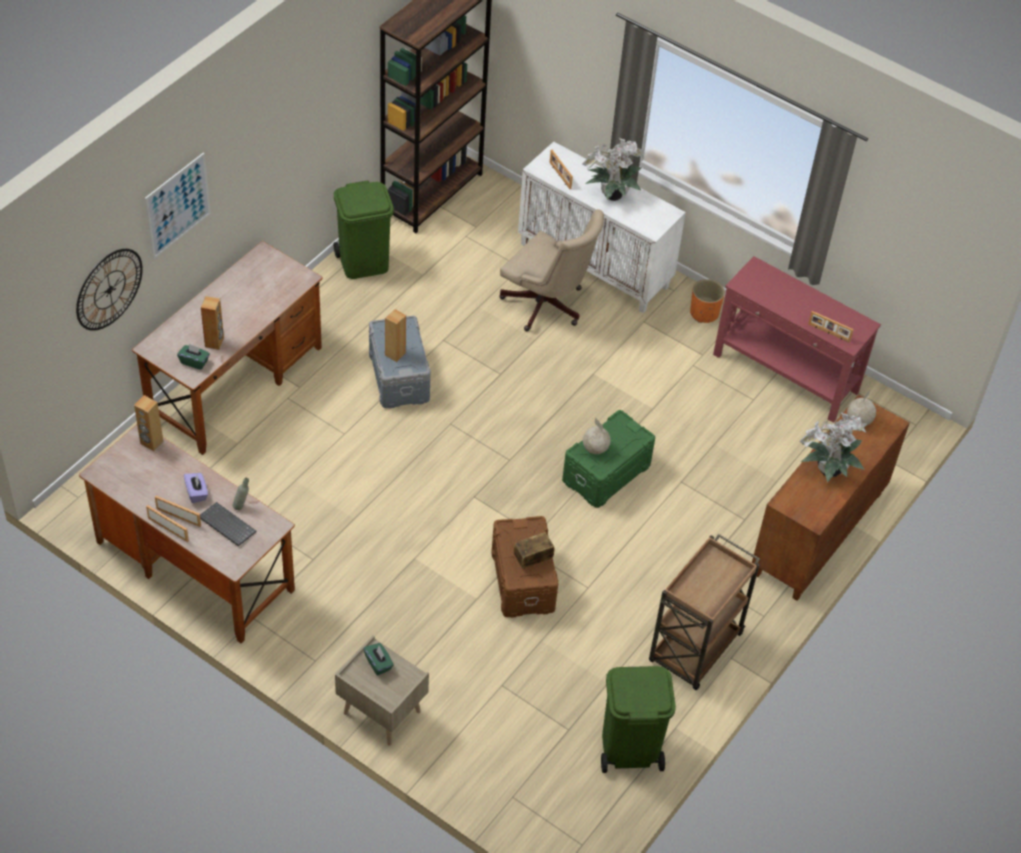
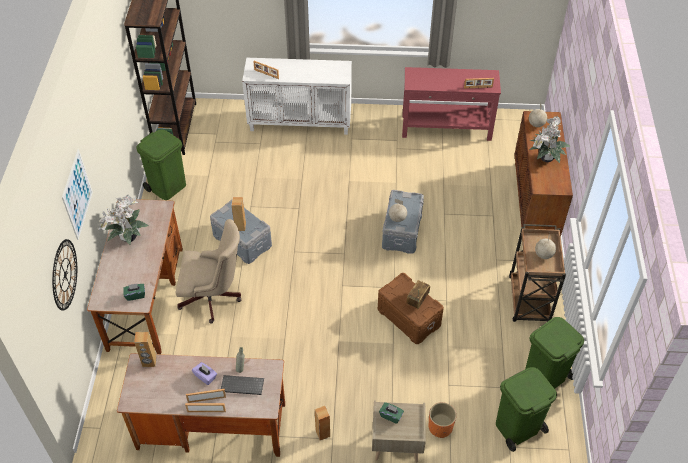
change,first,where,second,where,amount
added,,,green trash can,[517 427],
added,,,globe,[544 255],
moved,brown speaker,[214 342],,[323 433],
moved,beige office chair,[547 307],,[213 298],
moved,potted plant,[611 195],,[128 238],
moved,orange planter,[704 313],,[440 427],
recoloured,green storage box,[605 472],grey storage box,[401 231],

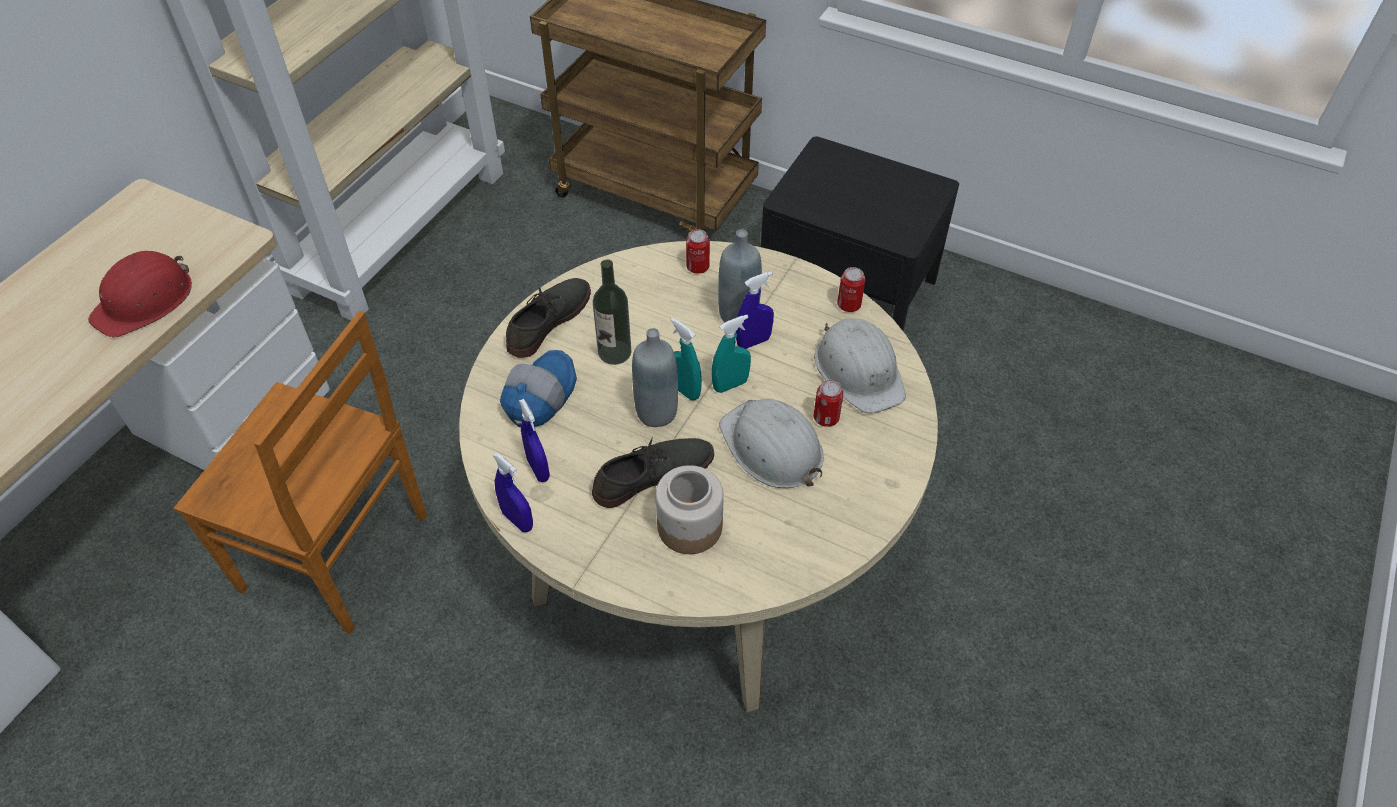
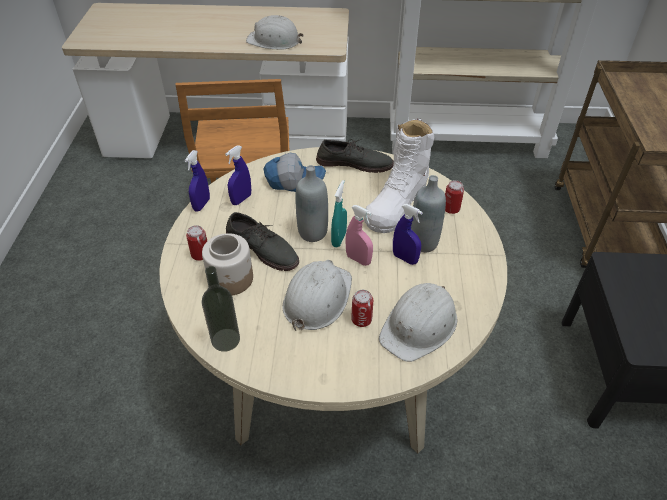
change,first,where,second,where,amount
added,,,white boot,[397 202],
moved,bottle,[614 352],,[225 340],
moved,can,[849 305],,[200 255],
recoloured,red hard hat,[145 301],white hard hat,[274 41],
recoloured,turquoise spray bottle,[730 385],pink spray bottle,[358 259],

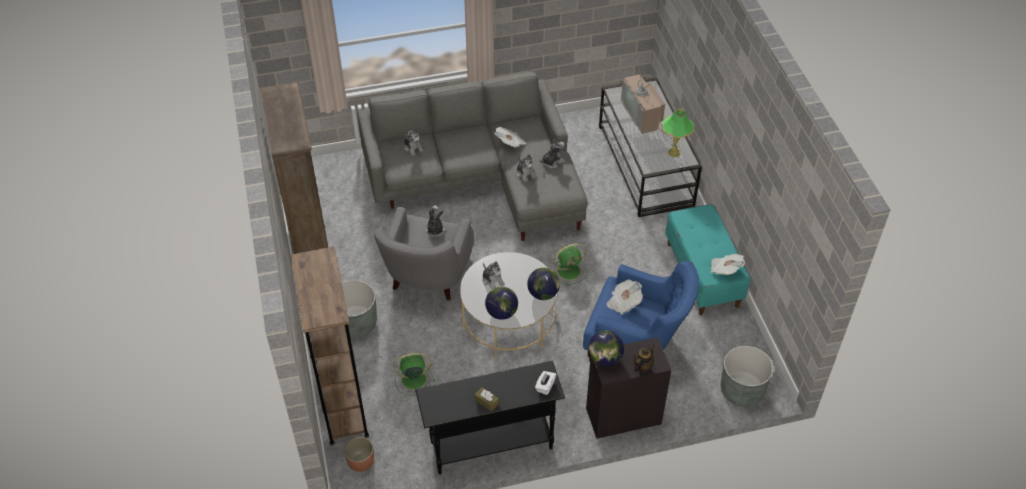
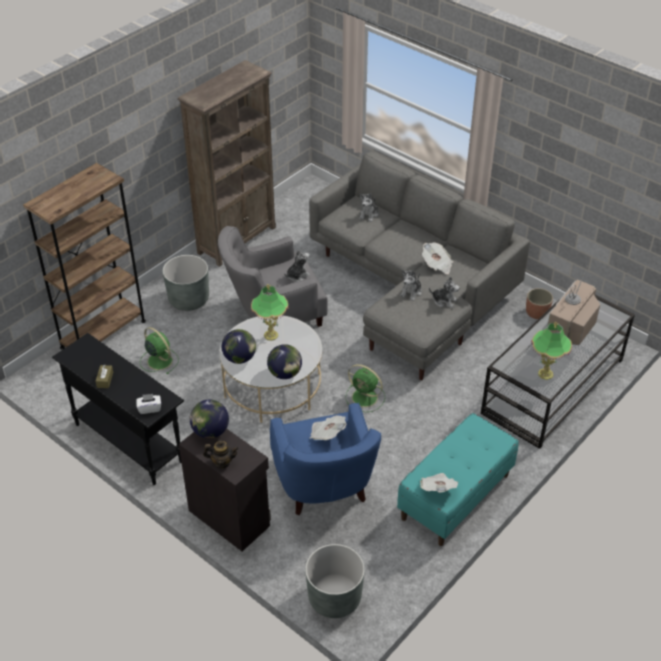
change,first,where,second,where,amount
moved,planter,[361 462],,[537 313],
replaced,plush toy,[492 280],table lamp,[271 335],

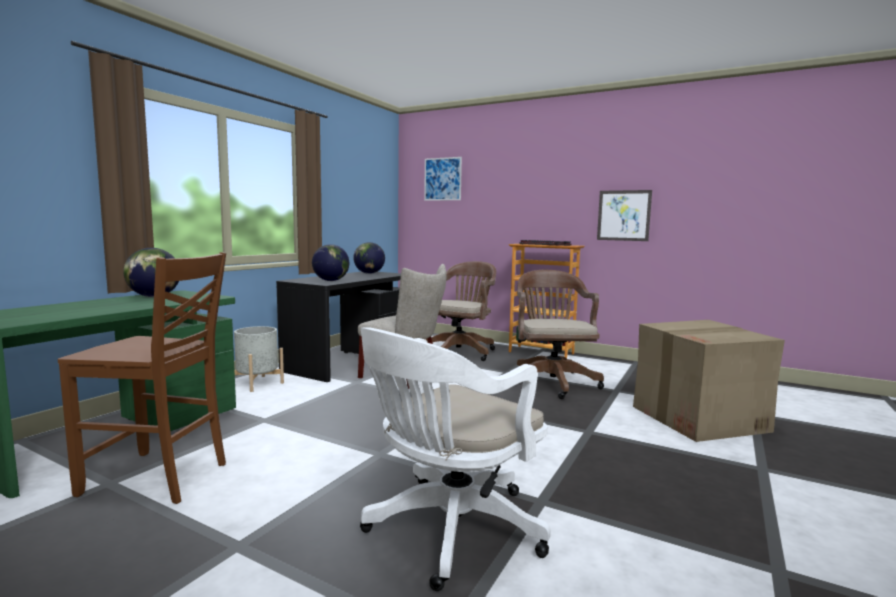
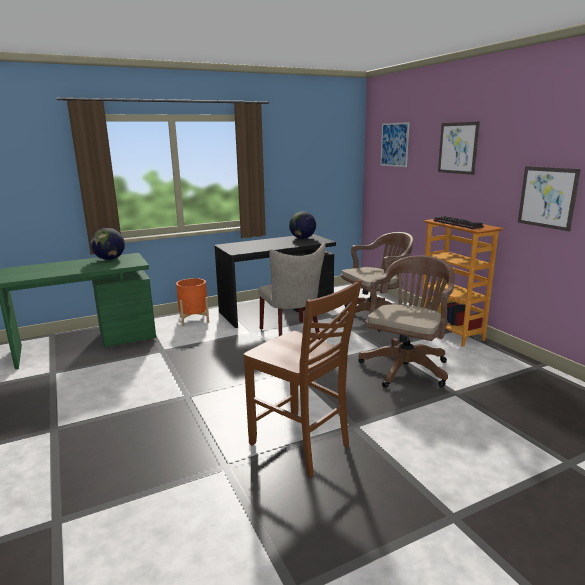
change,first,where,second,where,amount
removed,globe,[331 281],,,
removed,white office chair,[448 531],,,
removed,cardboard box,[699 418],,,
added,,,picture,[458 148],
moved,brown chair,[158 478],,[301 445],
recoloured,grey planter,[257 383],orange planter,[194 319],

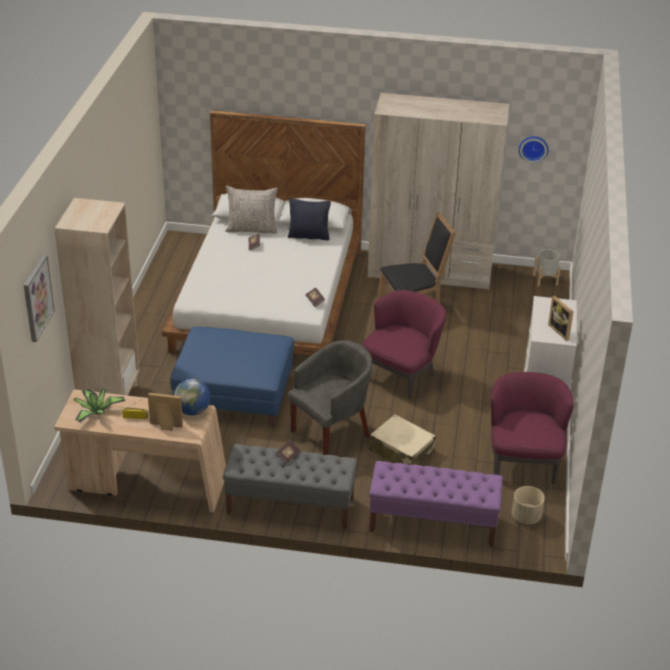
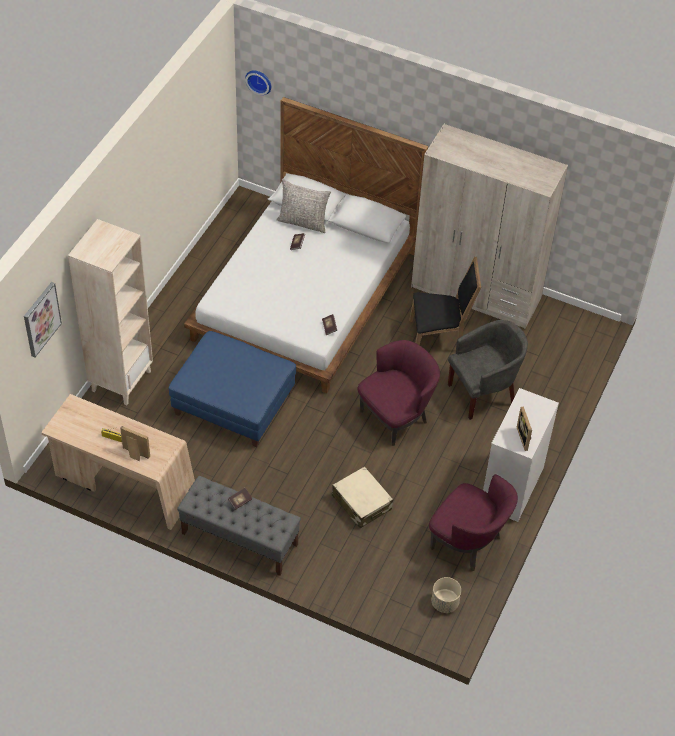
change,first,where,second,where,amount
removed,potted plant,[96 412],,,
removed,globe,[193 411],,,
removed,black pillow,[309 236],,,
removed,purple bench,[432 523],,,
removed,grey planter,[545 280],,,
moved,grey armchair,[332 431],,[483 393],
moved,wall clock,[533 148],,[259 81],
turned,purple armchair,[523 463],,[468 543],105 degrees clockwise

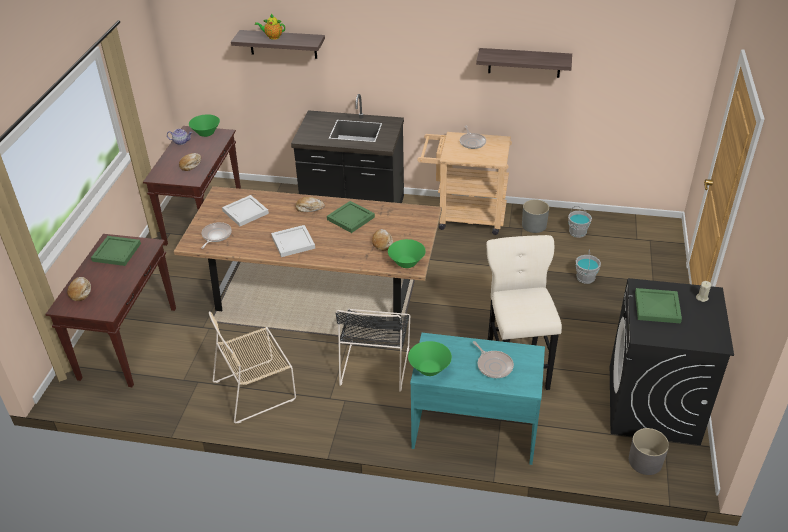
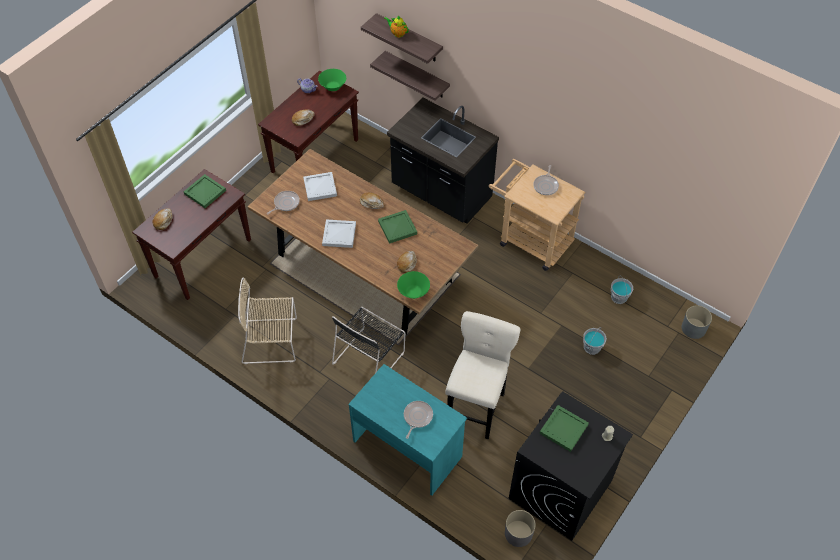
change,first,where,second,where,amount
removed,green bowl,[429 369],,,
moved,shelf,[524 62],,[417 75],
moved,grey planter,[534 225],,[693 328],
turned,frying pan,[493 365],,[417 417],150 degrees counterclockwise

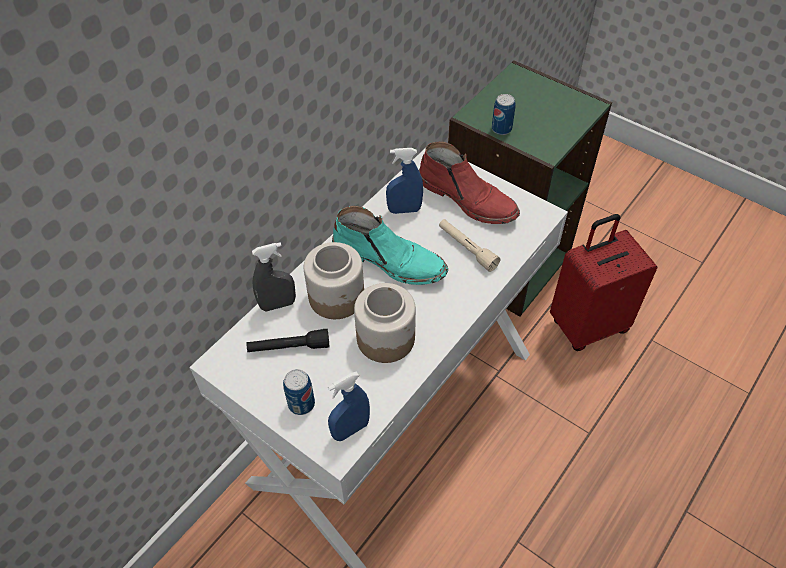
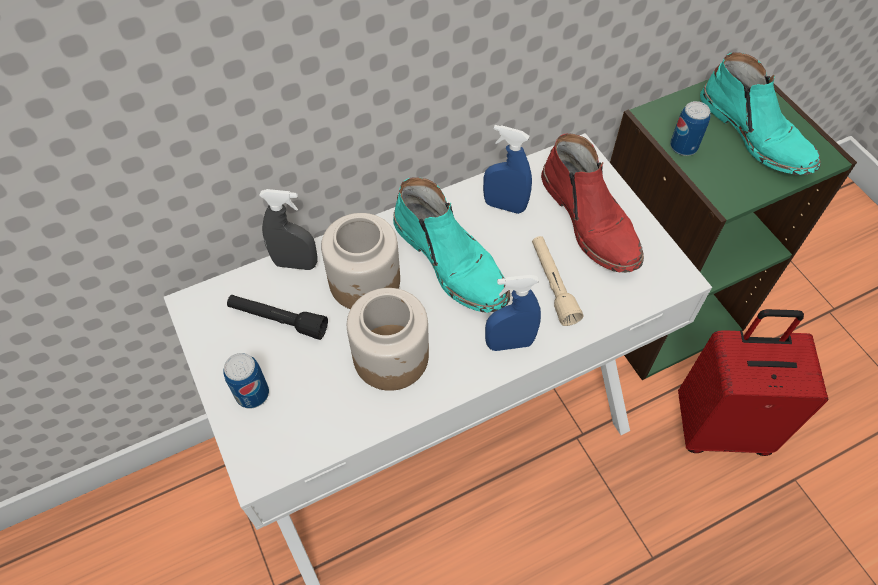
change,first,where,second,where,amount
added,,,turquoise boot,[756 134],
moved,blue spray bottle,[350 429],,[509 343],

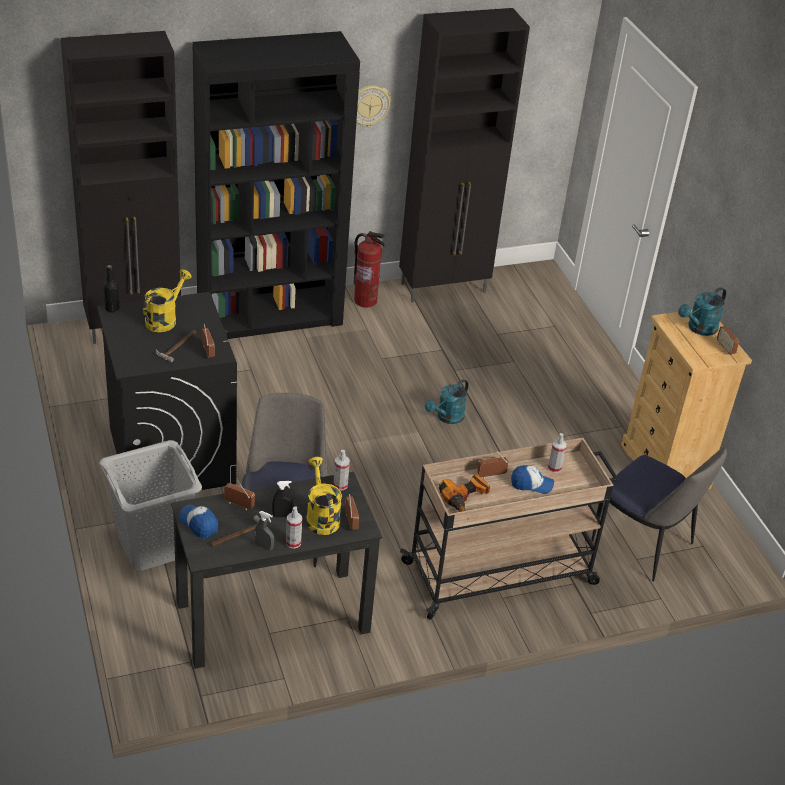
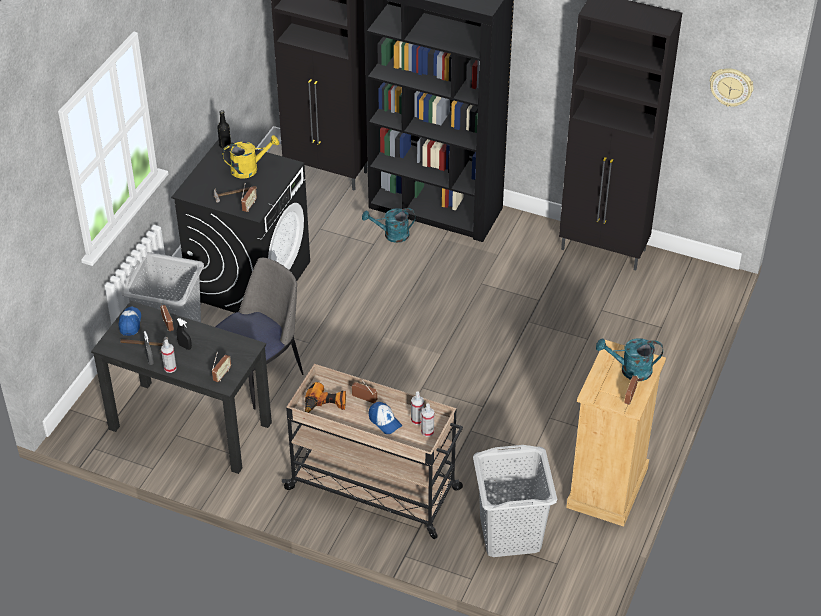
change,first,where,second,where,amount
removed,yellow watering can,[321 516],,,
removed,fire extinguisher,[365 301],,,
moved,spray bottle,[340 485],,[427 432],
moved,wall clock,[369 105],,[731 86],
moved,turquoise watering can,[447 418],,[391 235],
replaced,chair,[644 545],grey laundry basket,[510 534],

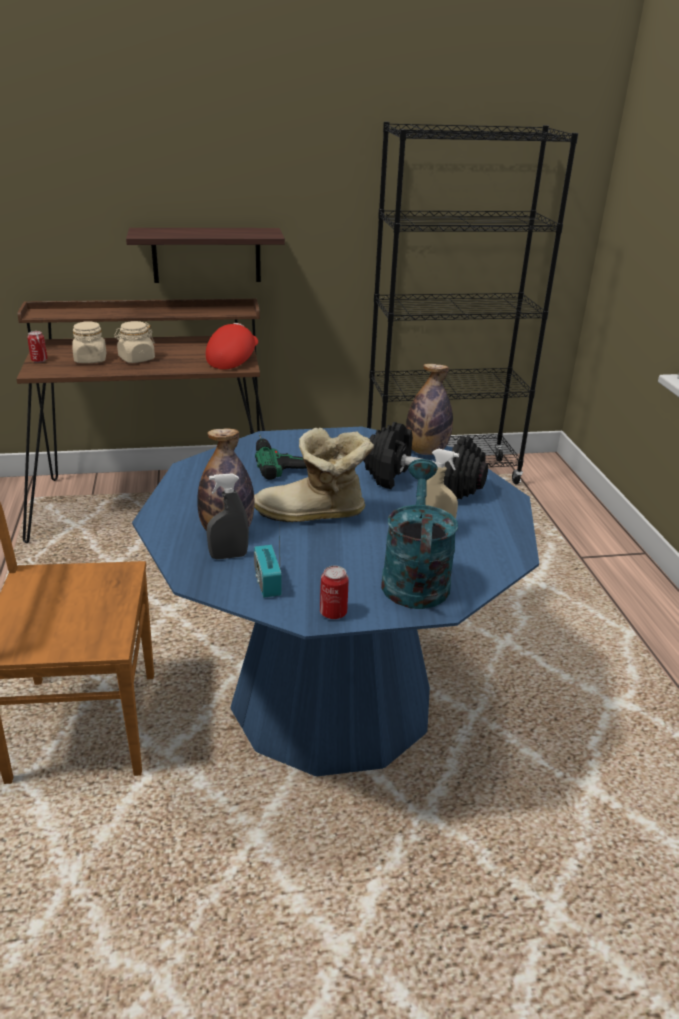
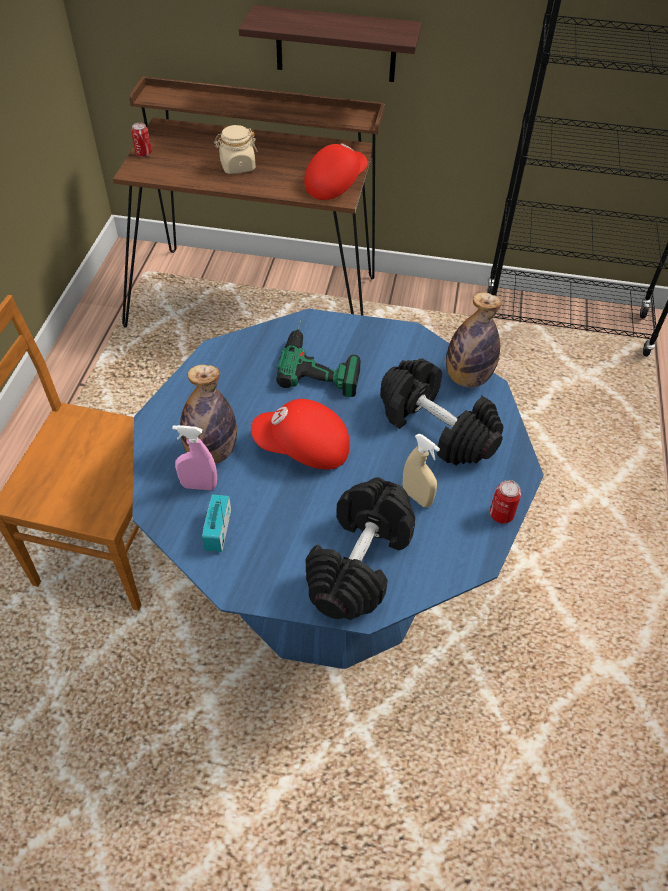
change,first,where,second,where,amount
removed,beige jar,[90 360],,,
moved,can,[333 613],,[501 515],
replaced,boot,[313 515],red cap,[303 448],
replaced,turquoise watering can,[414 577],black dumbbell,[359 562],
recoloured,grey spray bottle,[228 556],pink spray bottle,[199 485],

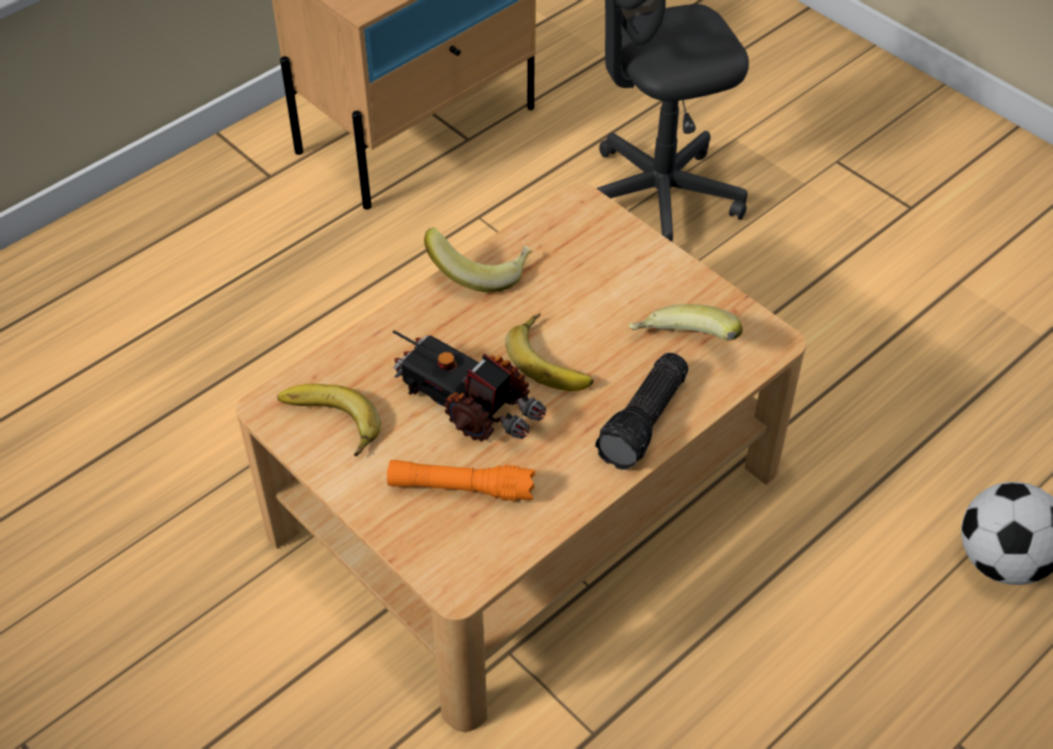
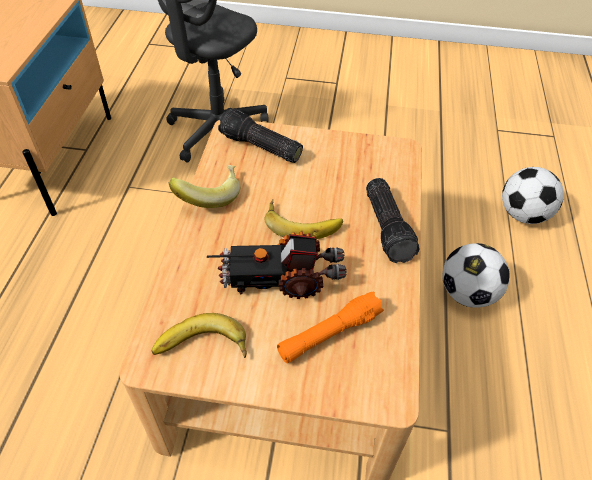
change,first,where,second,where,amount
removed,banana,[682 346],,,
added,,,flashlight,[259 147],
added,,,football,[467 293],

